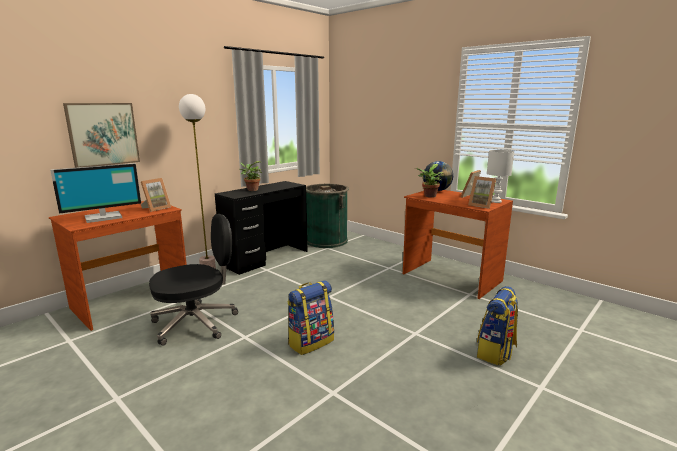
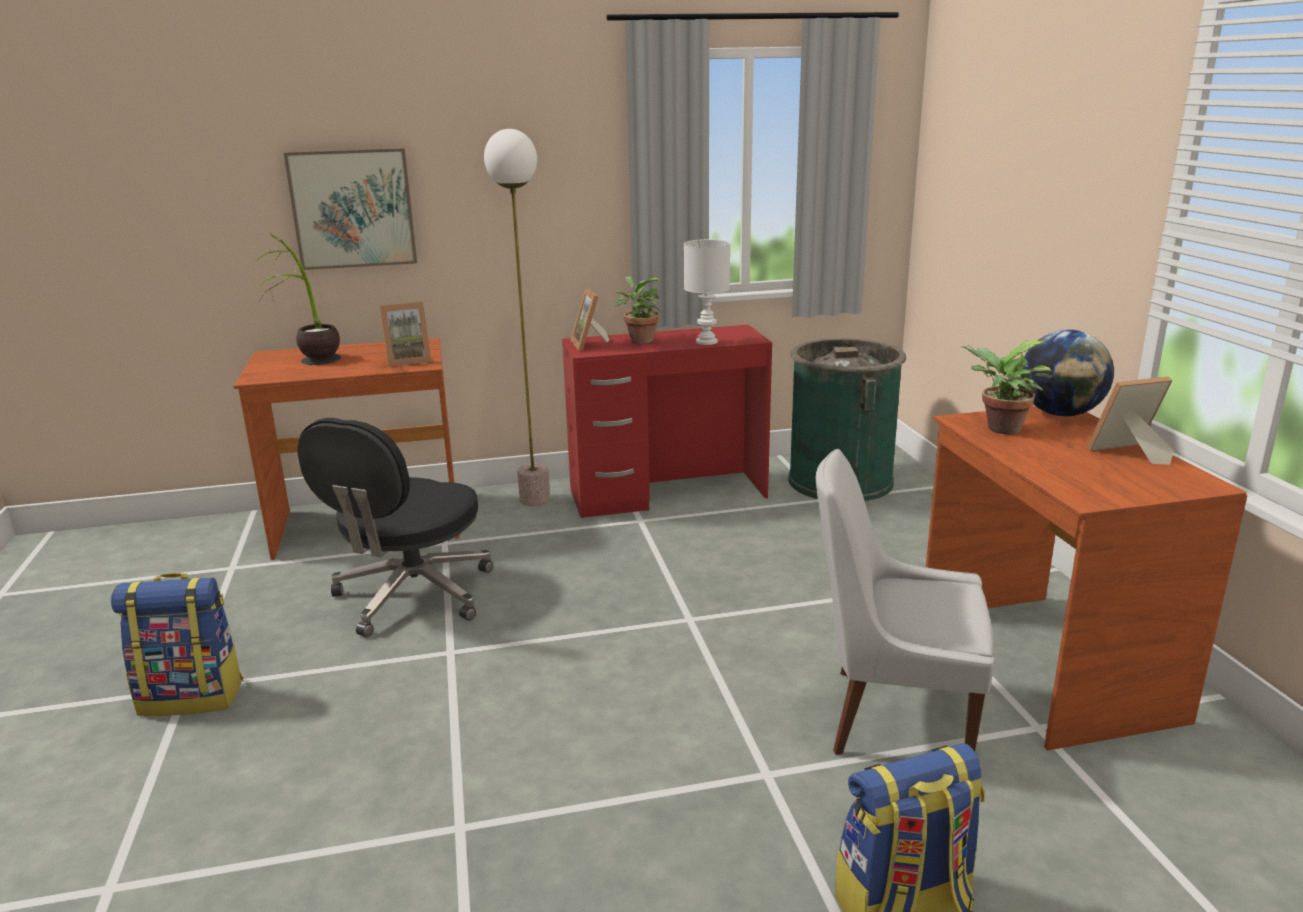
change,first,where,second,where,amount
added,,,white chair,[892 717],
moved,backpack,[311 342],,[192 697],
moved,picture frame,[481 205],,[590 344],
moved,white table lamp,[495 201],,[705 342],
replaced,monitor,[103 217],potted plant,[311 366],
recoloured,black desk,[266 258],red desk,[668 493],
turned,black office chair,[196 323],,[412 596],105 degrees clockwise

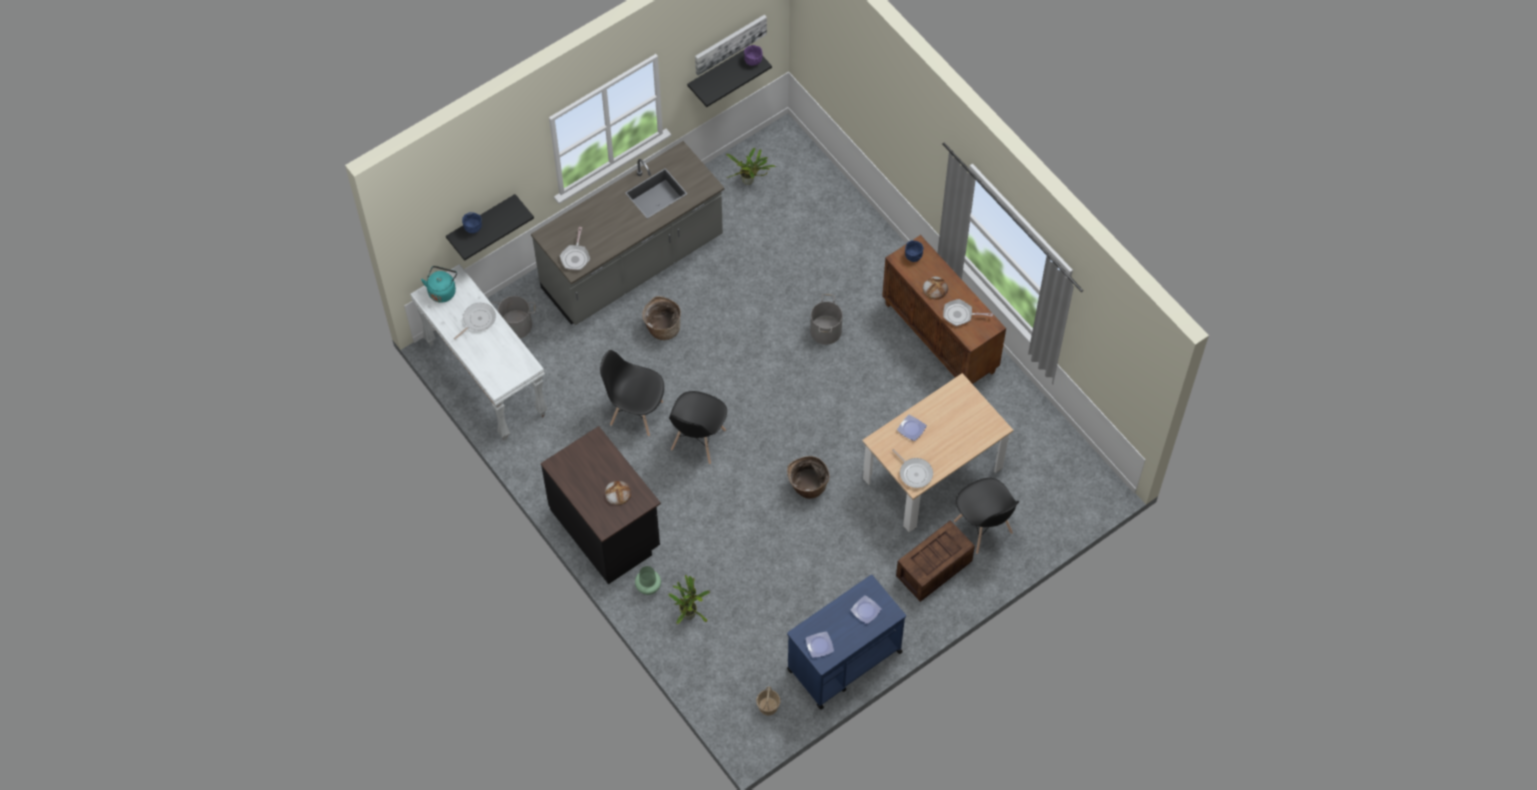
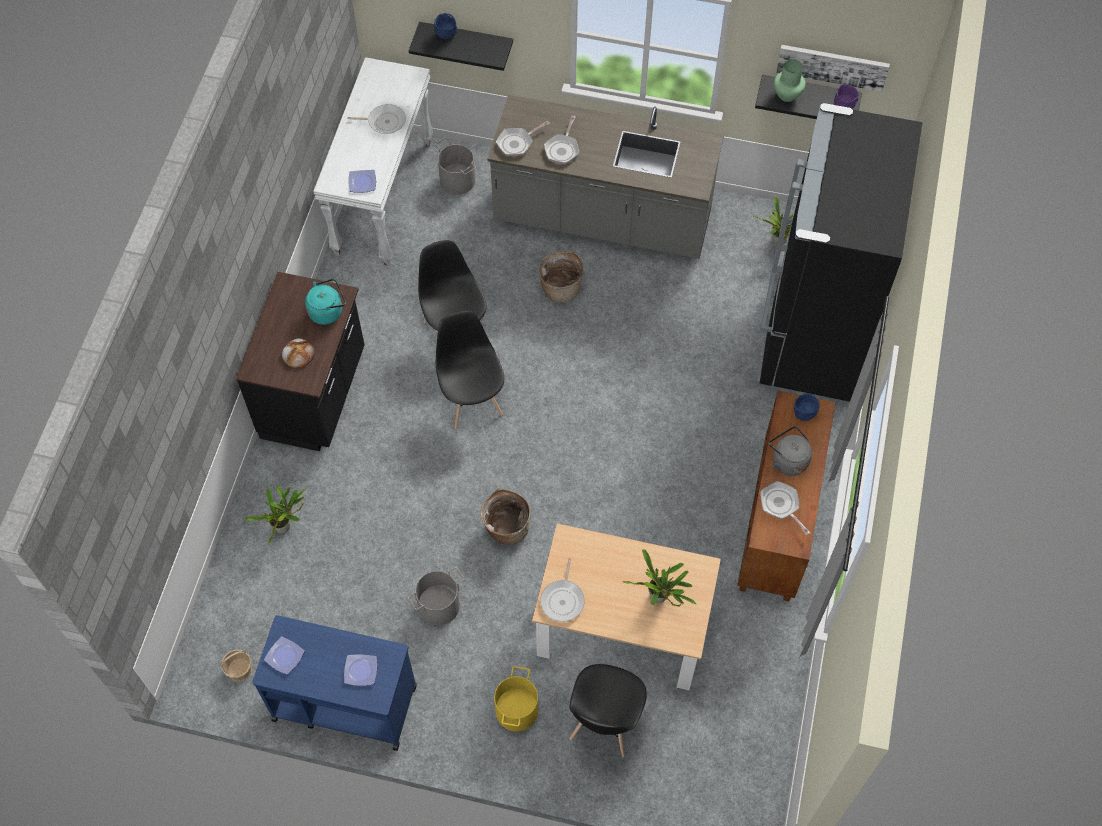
change,first,where,second,where,amount
added,,,frying pan,[562 149],
added,,,potted plant,[659 598],
added,,,black fridge,[810 334],
moved,turquoise kettle,[442 290],,[328 311],
moved,green vase,[648 587],,[787 94],
moved,grey bucket,[826 330],,[439 606],
moved,plate,[911 429],,[362 182],
replaced,crate,[933 569],yellow bucket,[516 710],
replaced,bread,[935 288],grey kettle,[788 460],
turned,black chair,[698 440],,[472 400],90 degrees clockwise

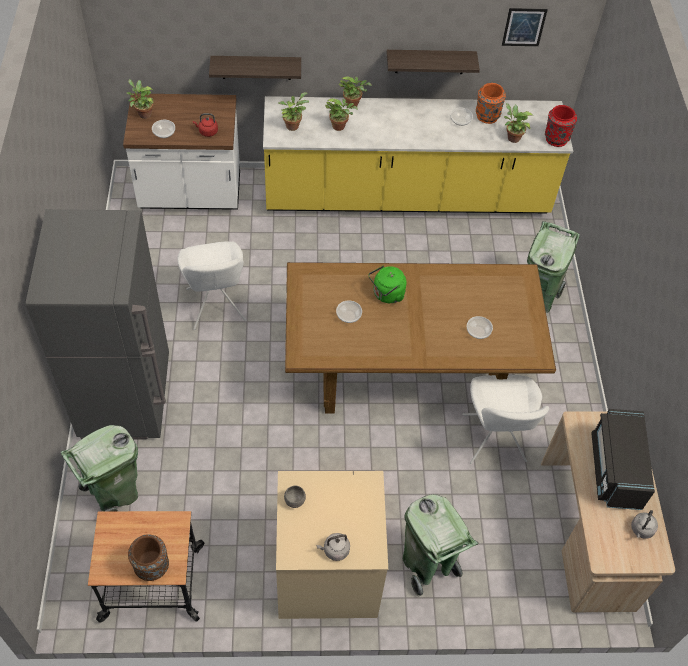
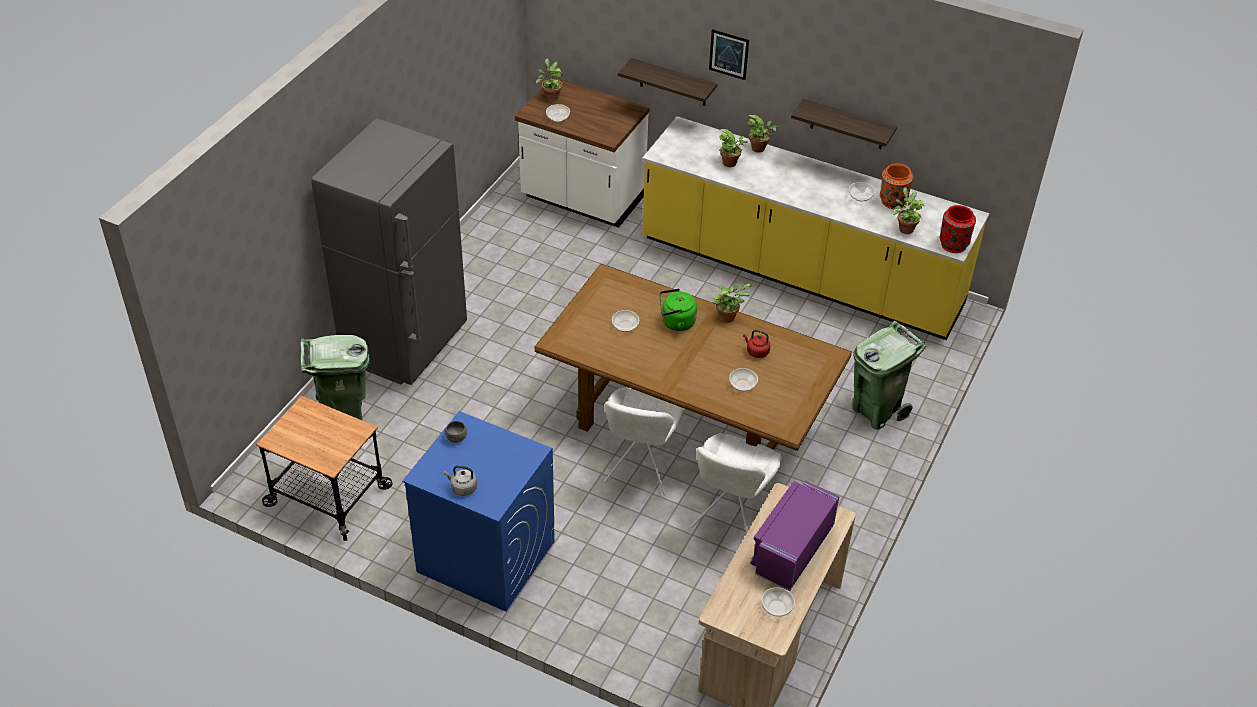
change,first,where,second,where,amount
removed,brown vase,[152 568],,,
removed,green trash can,[427 565],,,
moved,white chair,[216 307],,[641 468],
moved,red kettle,[207 132],,[756 351],
moved,potted plant,[293 125],,[728 316],
moved,picture,[524 27],,[729 54],
replaced,grey kettle,[641 530],bowl,[777 608],
recoloured,beige washing machine,[326 573],blue washing machine,[485 556],
recoloured,black microwave,[615 469],purple microwave,[791 549],

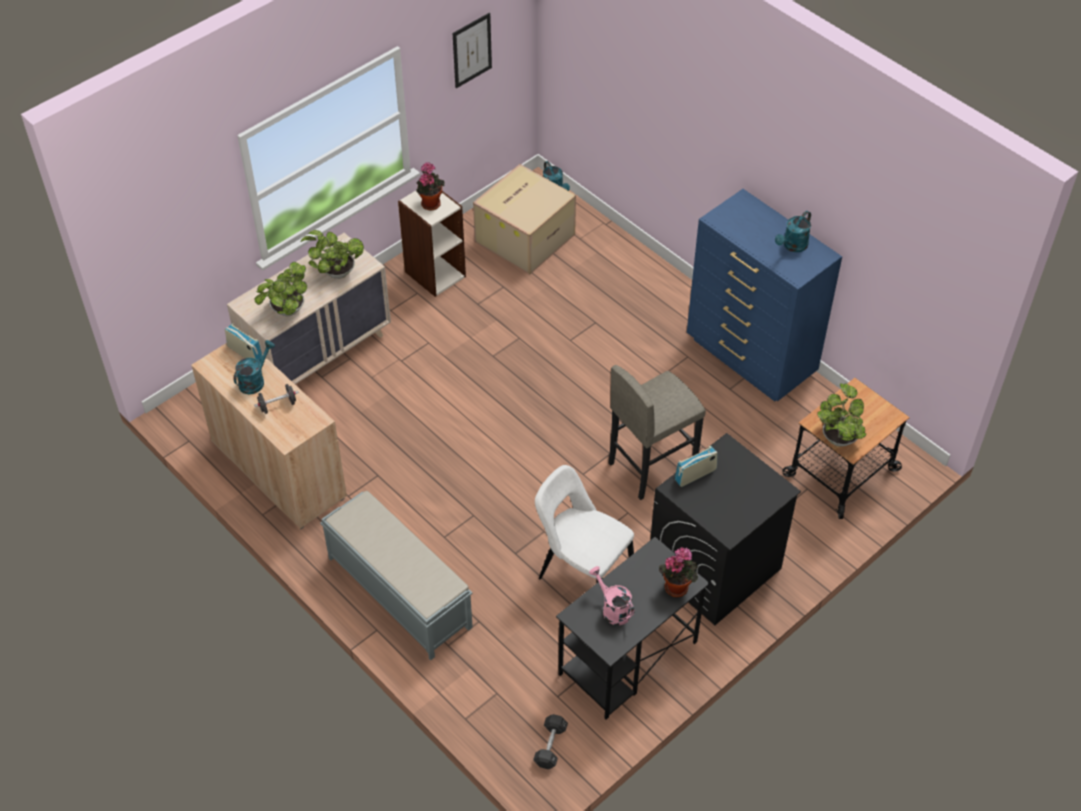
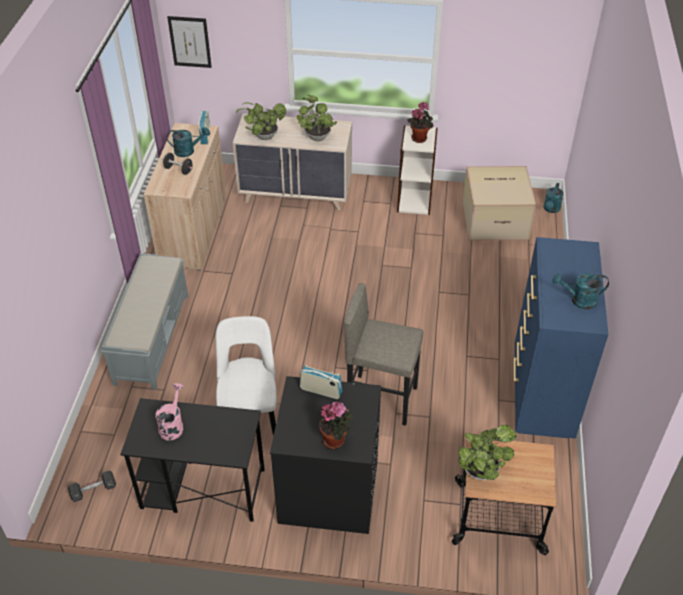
change,first,where,second,where,amount
moved,picture,[472 50],,[190 42],
moved,potted plant,[677 586],,[335 440],

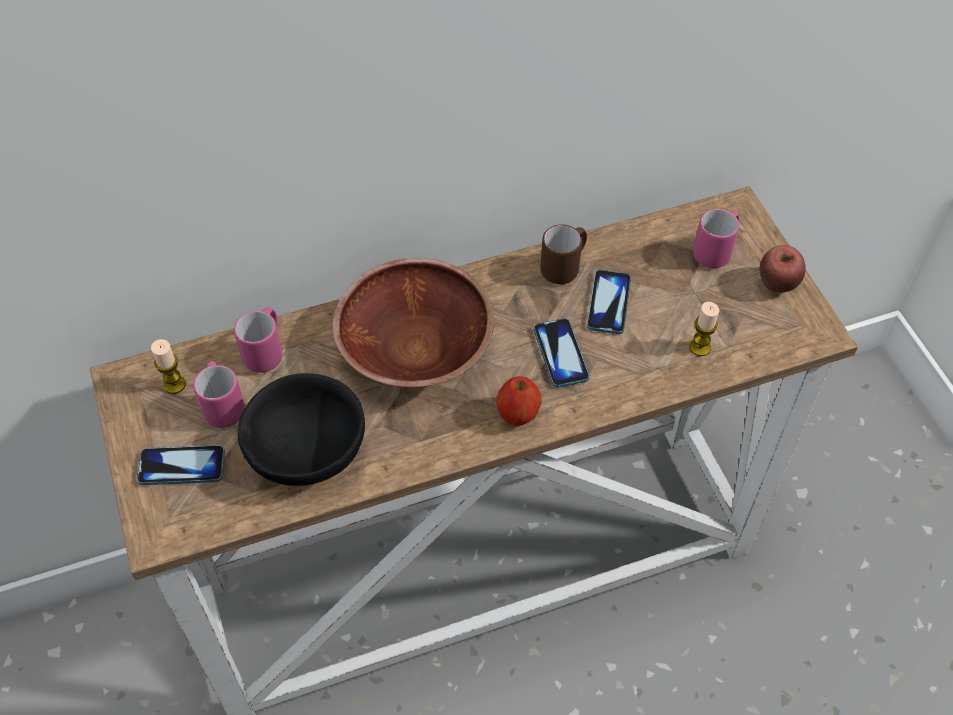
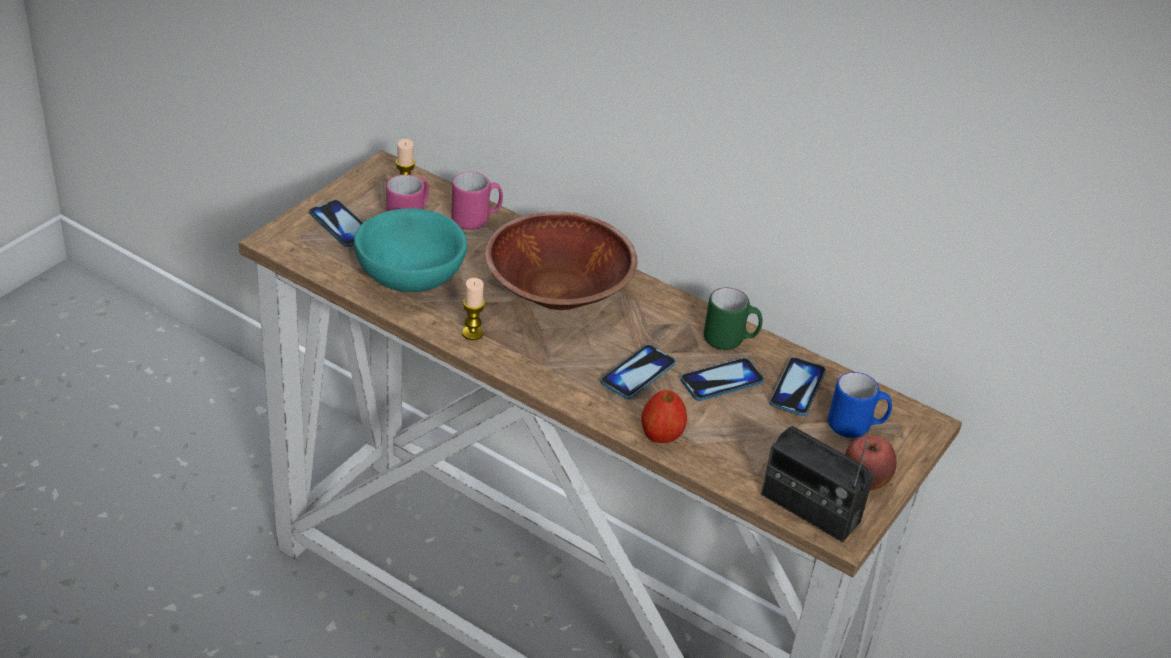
change,first,where,second,where,amount
added,,,radio,[810 508],
added,,,phone,[797 388],
moved,apple,[518 415],,[660 436],
moved,candle,[699 347],,[472 333],
recoloured,black bowl,[308 450],turquoise bowl,[411 277],
recoloured,brown mug,[564 267],green mug,[730 340],
recoloured,pink mug,[715 251],blue mug,[856 426],

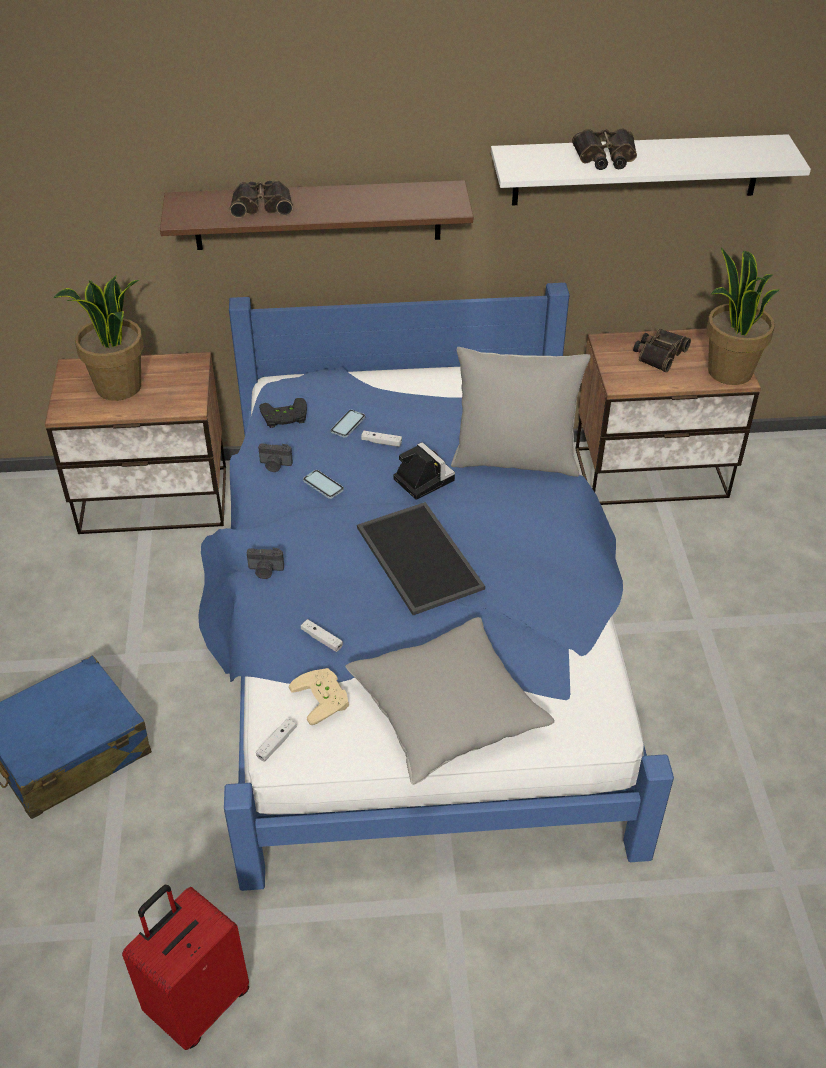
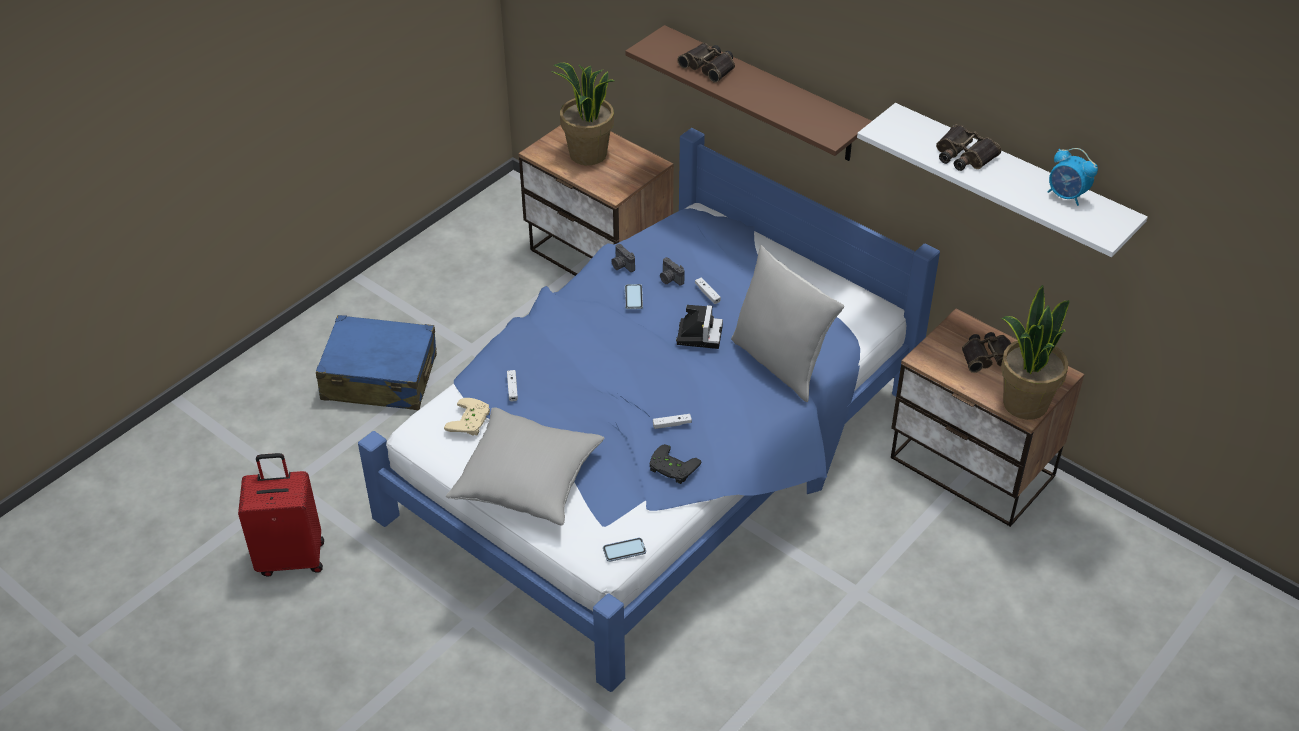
change,first,where,second,where,amount
removed,tray,[416 557],,,
added,,,alarm clock,[1066 196],
moved,photo camera,[265 571],,[670 279],
moved,white game controller,[276 743],,[672 424],
moved,black game controller,[284 417],,[671 468],
moved,phone,[348 424],,[624 550],

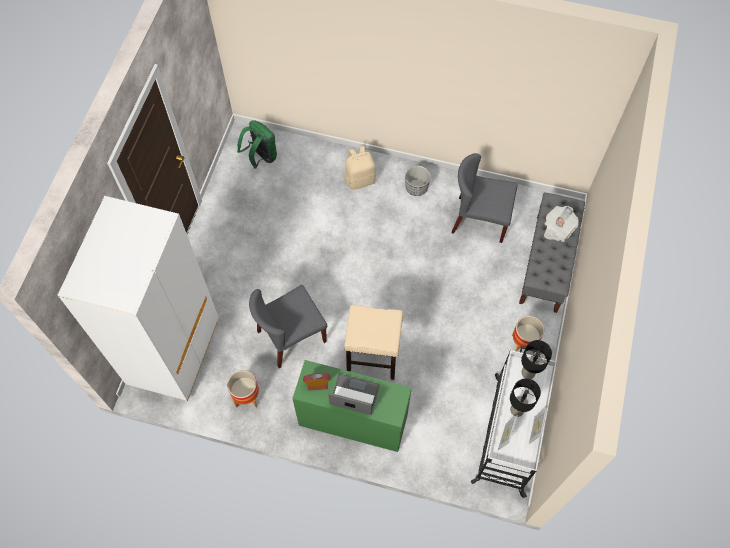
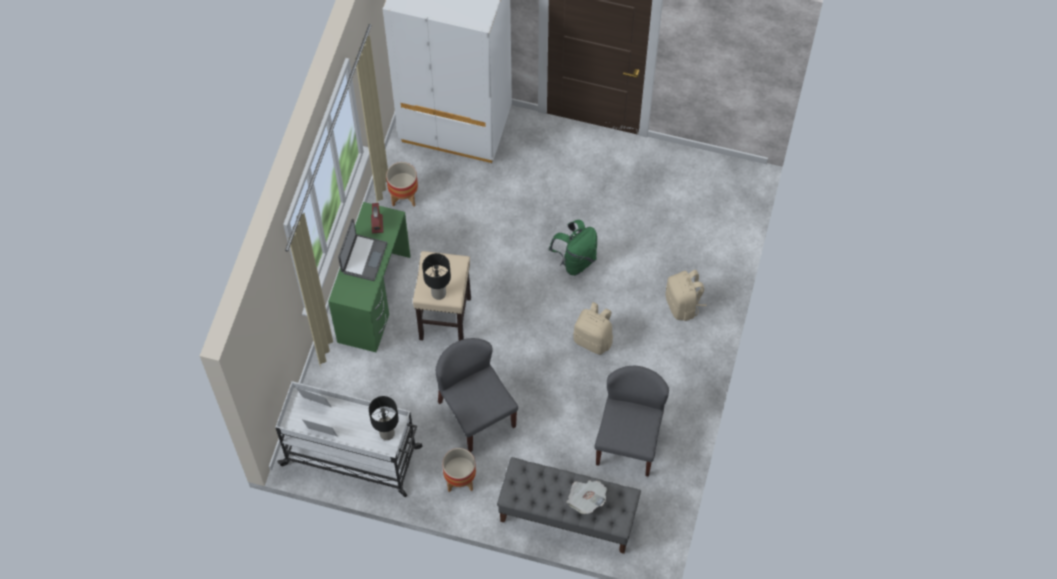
change,first,where,second,where,amount
removed,planter,[416 187],,,
added,,,beige backpack,[593 339],
moved,green backpack,[261 157],,[575 260],
moved,grey chair,[291 337],,[476 413],
moved,black table lamp,[517 409],,[439 293],

